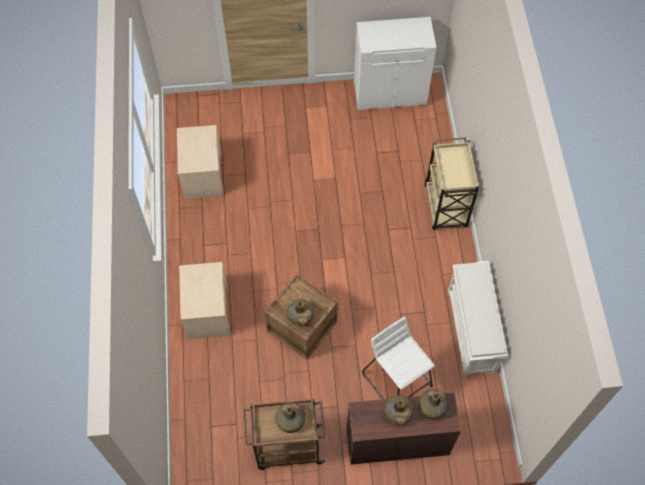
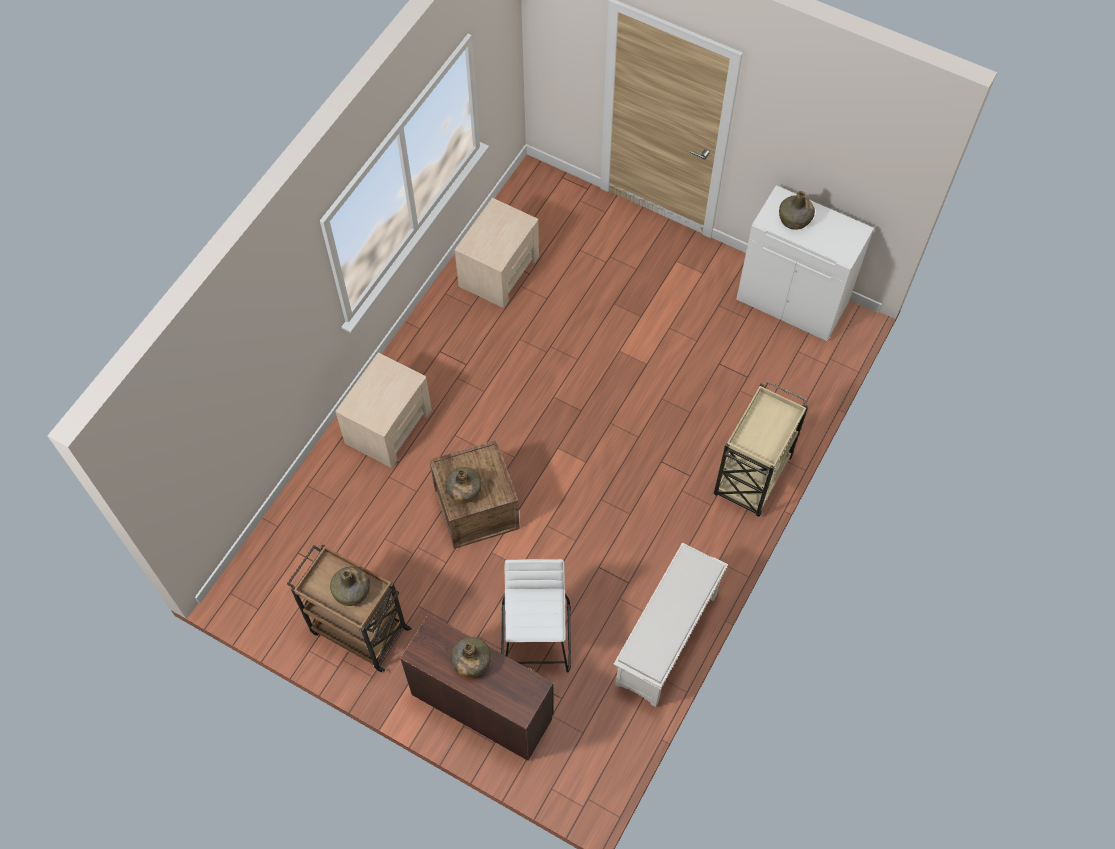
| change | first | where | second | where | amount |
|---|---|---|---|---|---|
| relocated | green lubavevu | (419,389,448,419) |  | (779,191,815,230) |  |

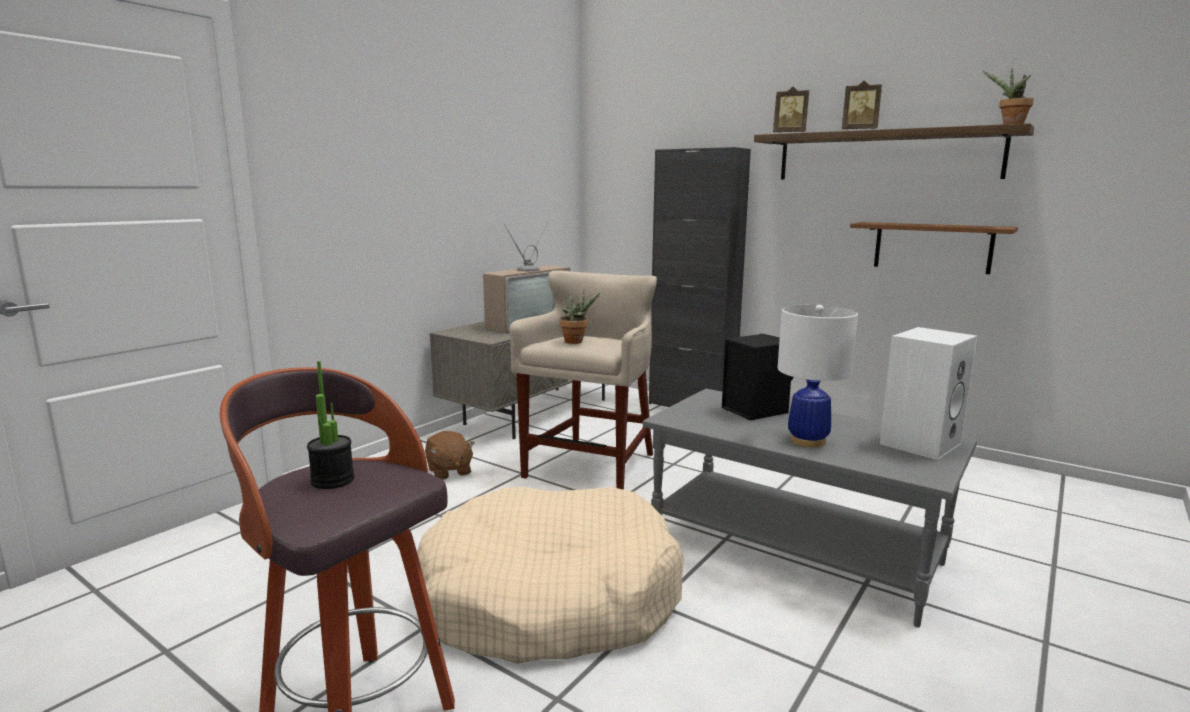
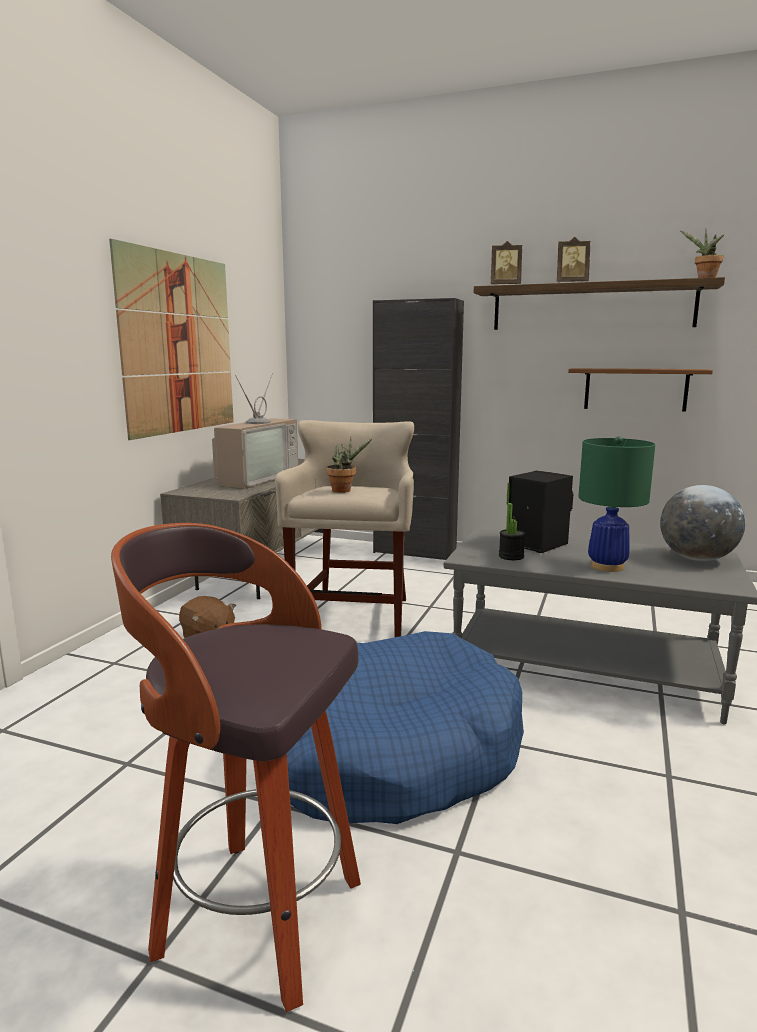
| change | first | where | second | where | amount |
|---|---|---|---|---|---|
| appeared |  |  | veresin | (109,239,234,440) |  |
| colour | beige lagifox | (417,487,684,664) | blue lagifox | (286,631,524,824) |  |
| relocated | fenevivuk | (307,361,354,489) |  | (499,483,525,560) |  |
| colour | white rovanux | (778,305,858,447) | green rovanux | (578,436,655,572) |  |
| exchanged | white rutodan | (880,327,977,460) | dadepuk | (660,485,745,561) |  |

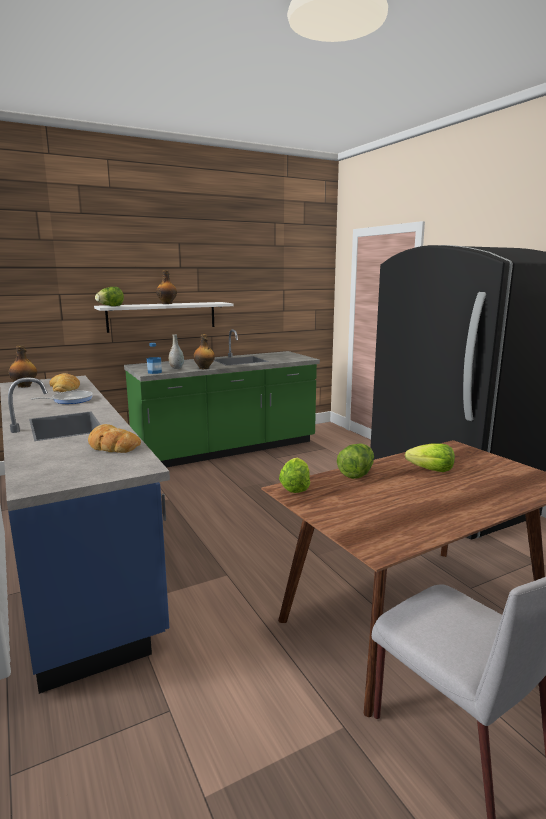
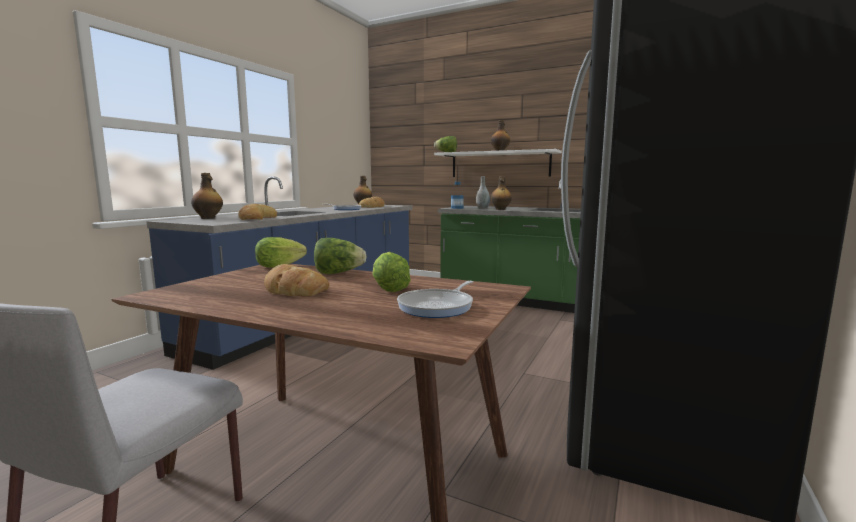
| change | first | where | second | where | amount |
|---|---|---|---|---|---|
| appeared |  |  | lubavevu | (191,173,223,219) |  |
| appeared |  |  | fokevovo | (264,264,329,297) |  |
| appeared |  |  | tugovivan | (397,281,473,318) |  |

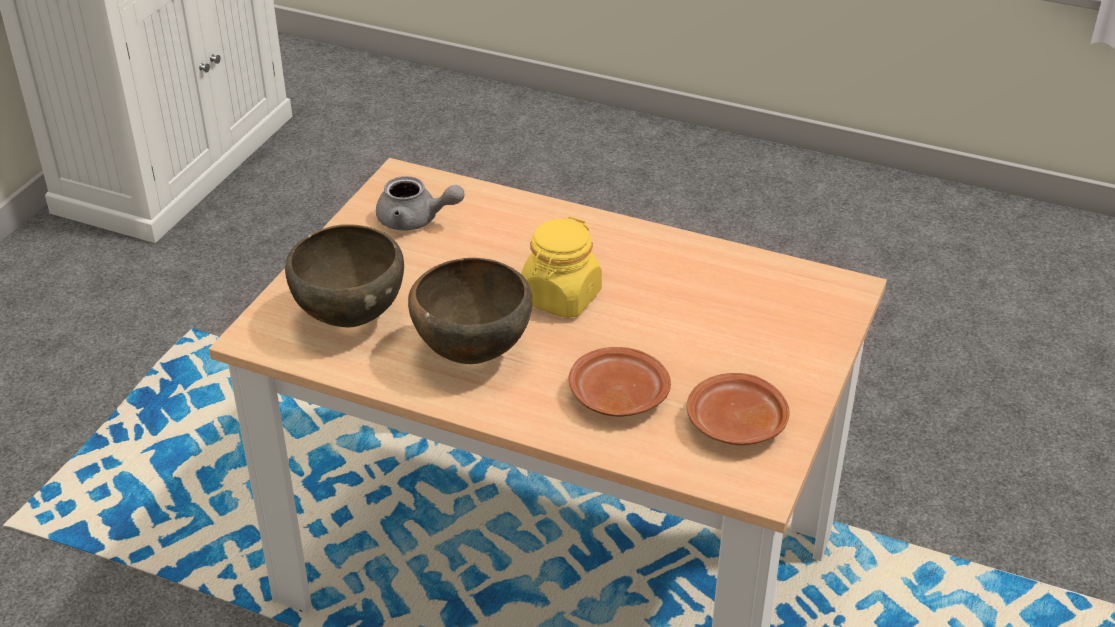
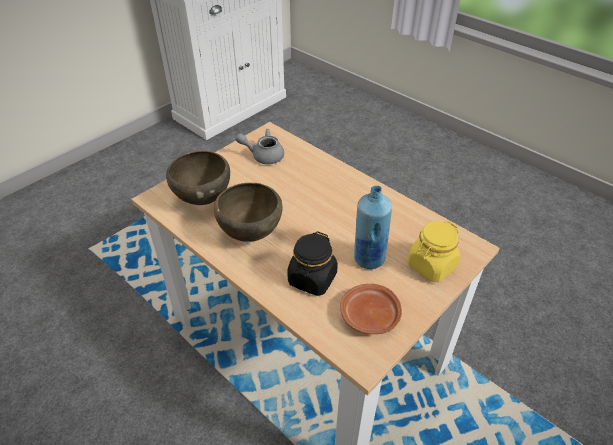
| change | first | where | second | where | amount |
|---|---|---|---|---|---|
| spun | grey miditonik | (376,176,464,230) |  | (235,129,284,164) | 150 degrees clockwise |
| exchanged | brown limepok | (568,347,671,417) | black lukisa | (287,231,338,296) |  |
| appeared |  |  | blue lubavevu | (354,186,392,269) |  |
| relocated | yellow lukisa | (521,216,602,318) |  | (408,221,460,282) |  |

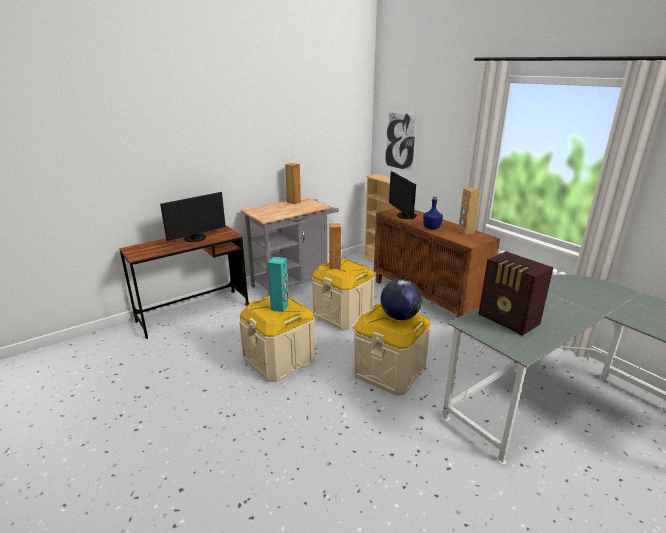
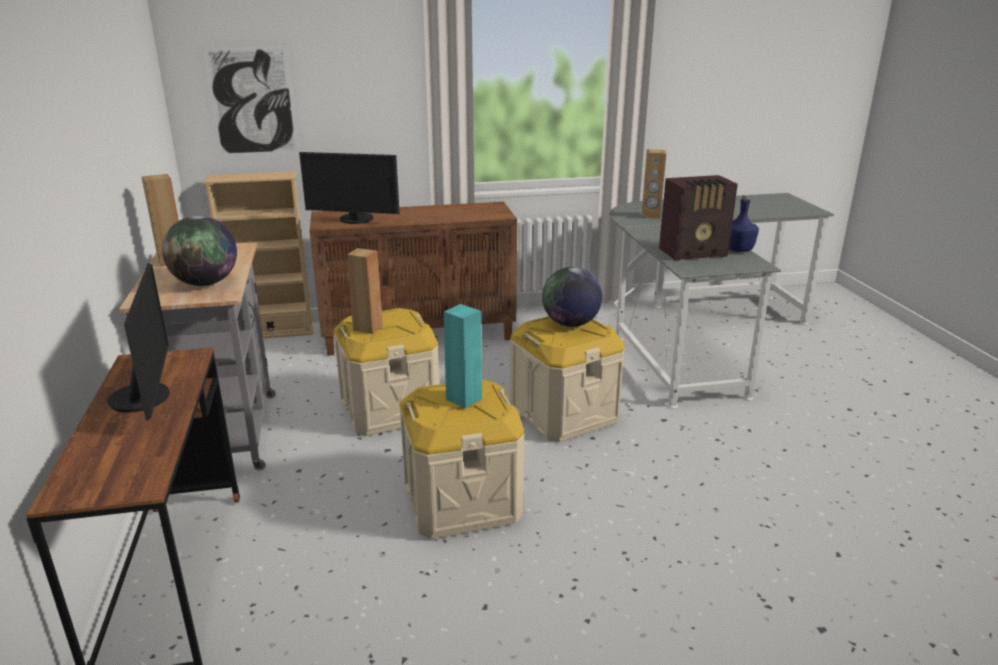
| change | first | where | second | where | amount |
|---|---|---|---|---|---|
| appeared |  |  | dadepuk | (162,216,237,286) |  |
| relocated | brown rutodan | (458,187,480,235) |  | (642,149,666,219) |  |
| relocated | blue lubavevu | (423,197,443,230) |  | (729,195,759,252) |  |

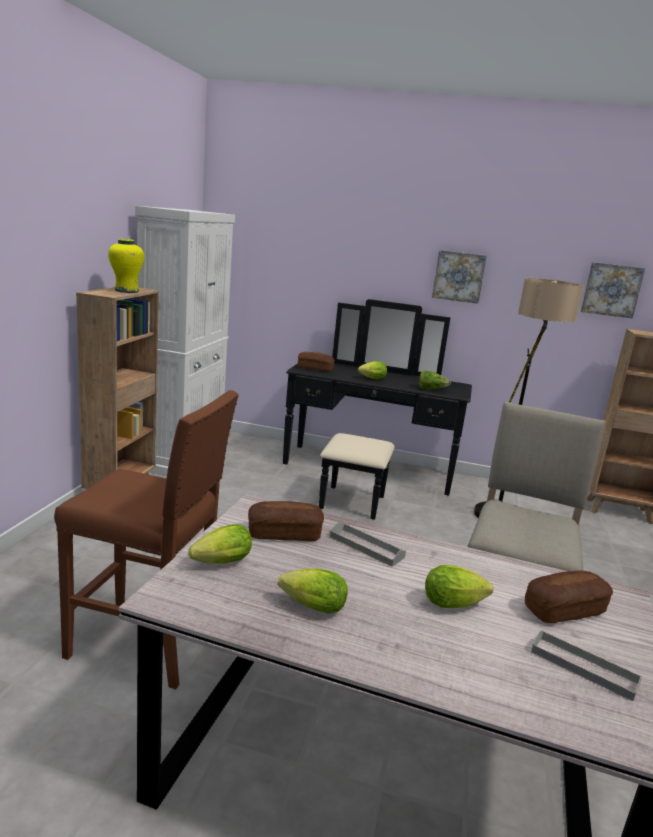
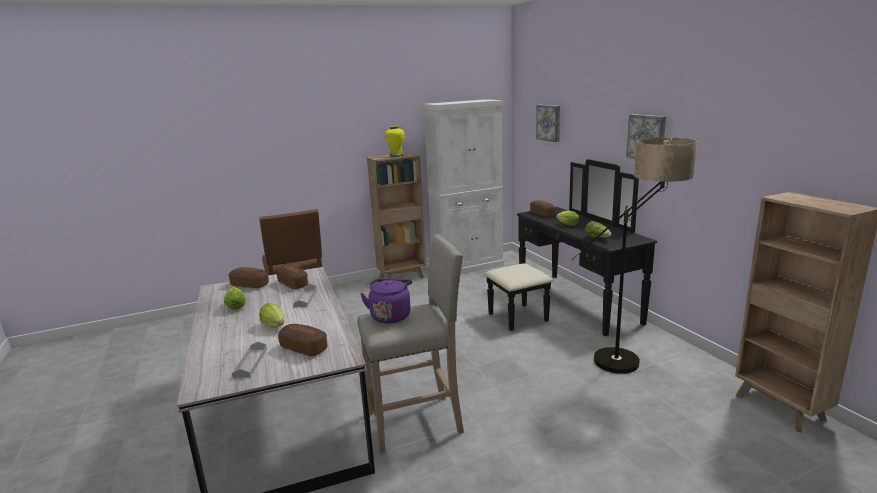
| change | first | where | second | where | amount |
|---|---|---|---|---|---|
| exchanged | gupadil | (188,524,252,564) | fokevovo | (228,268,269,288) |  |
| appeared |  |  | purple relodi | (360,279,412,324) |  |
| relocated | veresin | (581,262,645,318) |  | (536,105,560,142) |  |

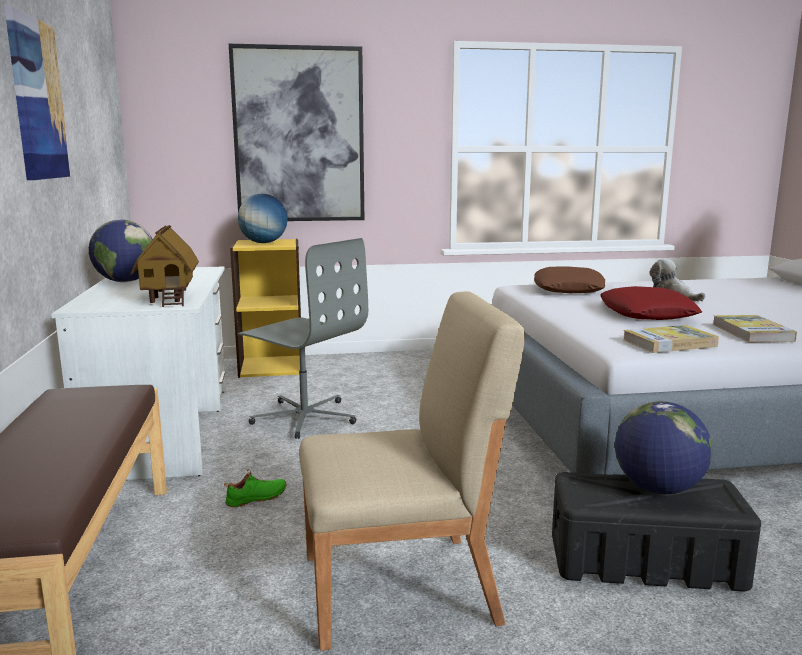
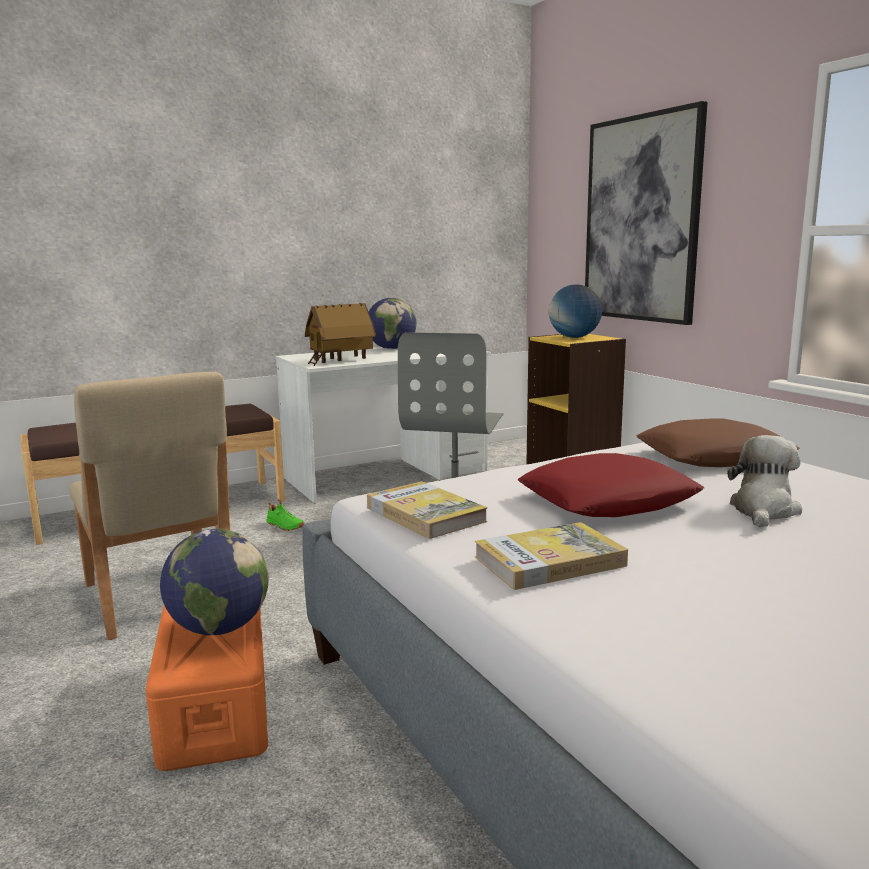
| change | first | where | second | where | amount |
|---|---|---|---|---|---|
| colour | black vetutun | (552,472,761,591) | orange vetutun | (146,605,268,771) |  |
| missing | veresin | (4,5,71,180) |  |  |  |

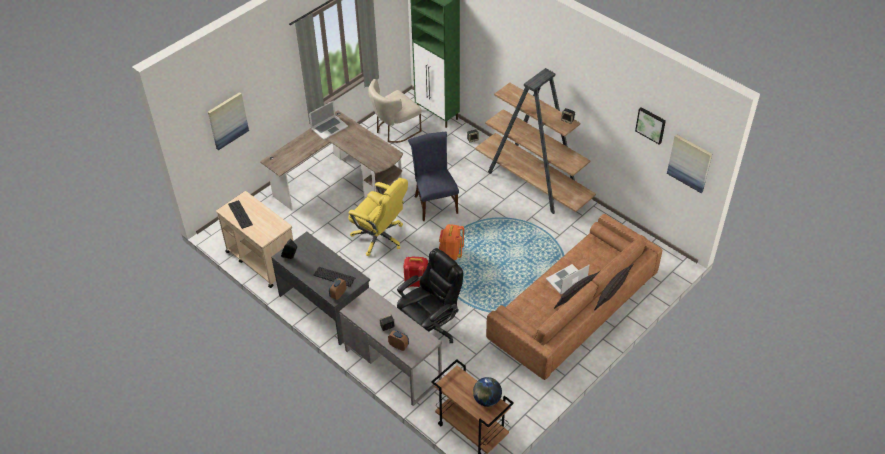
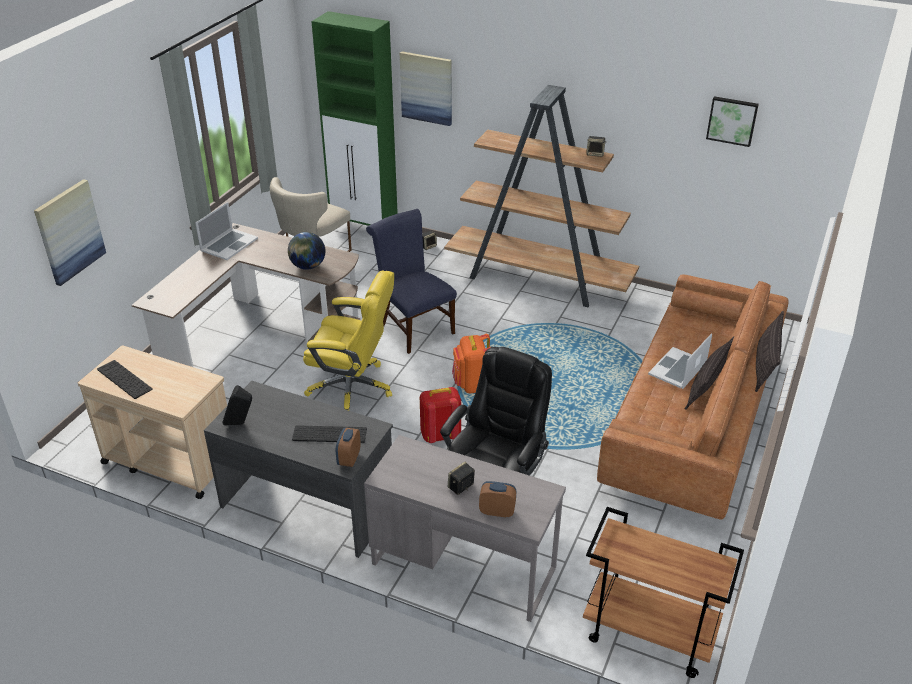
| change | first | where | second | where | amount |
|---|---|---|---|---|---|
| relocated | dadepuk | (473,377,502,407) |  | (288,232,325,270) |  |
| relocated | veresin | (667,134,712,193) |  | (400,51,452,126) |  |

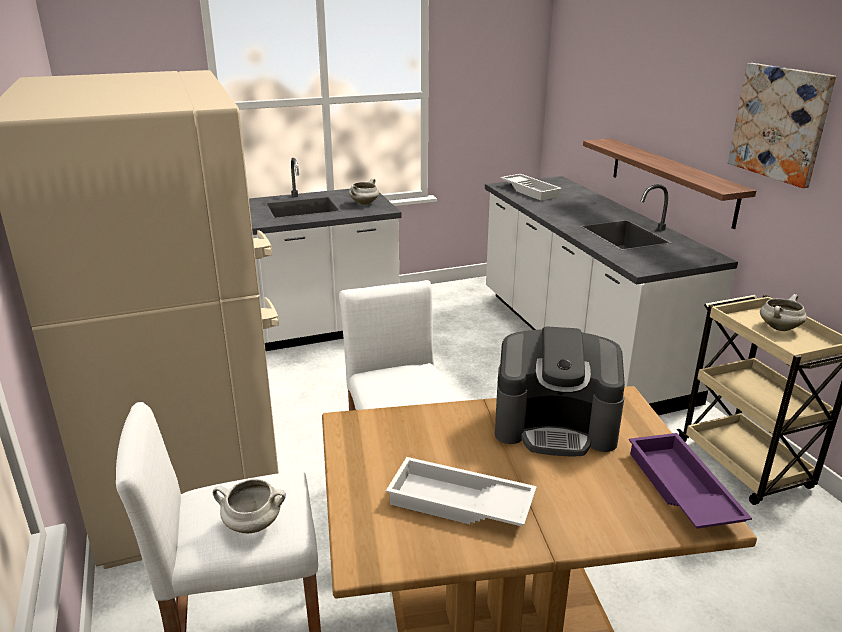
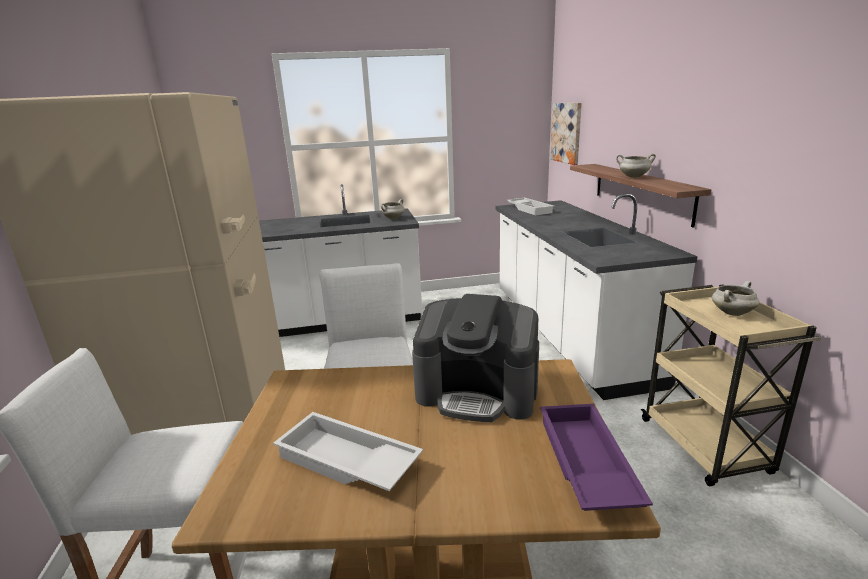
| change | first | where | second | where | amount |
|---|---|---|---|---|---|
| relocated | veresin | (728,63,836,188) |  | (550,103,582,165) |  |
| relocated | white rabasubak | (213,479,286,533) |  | (616,153,656,178) |  |

